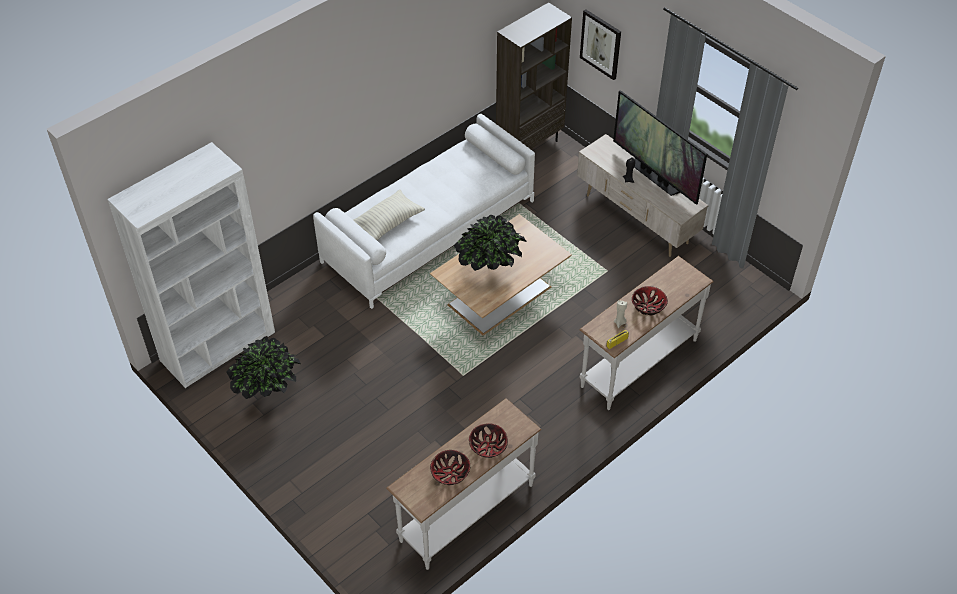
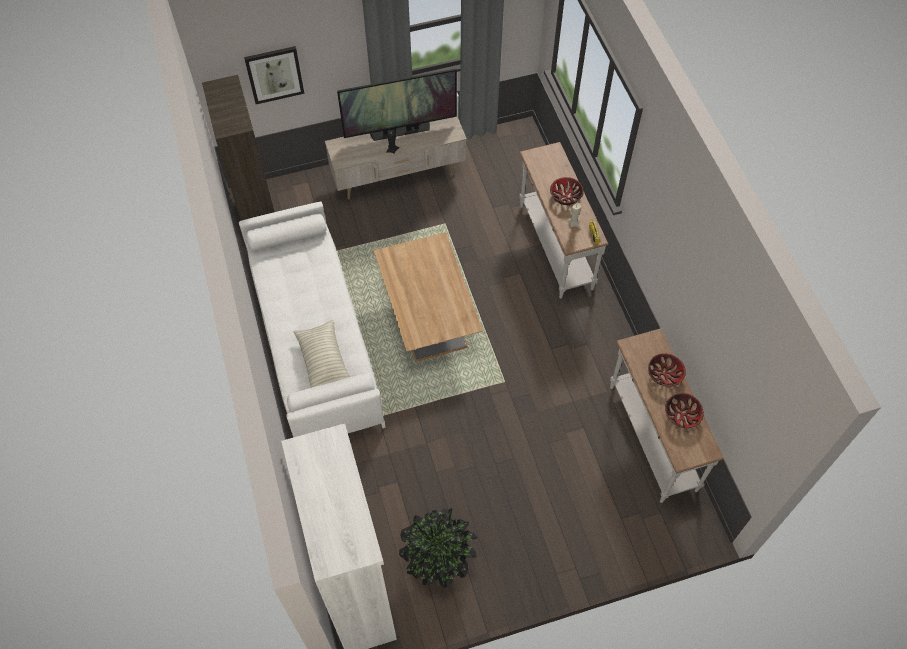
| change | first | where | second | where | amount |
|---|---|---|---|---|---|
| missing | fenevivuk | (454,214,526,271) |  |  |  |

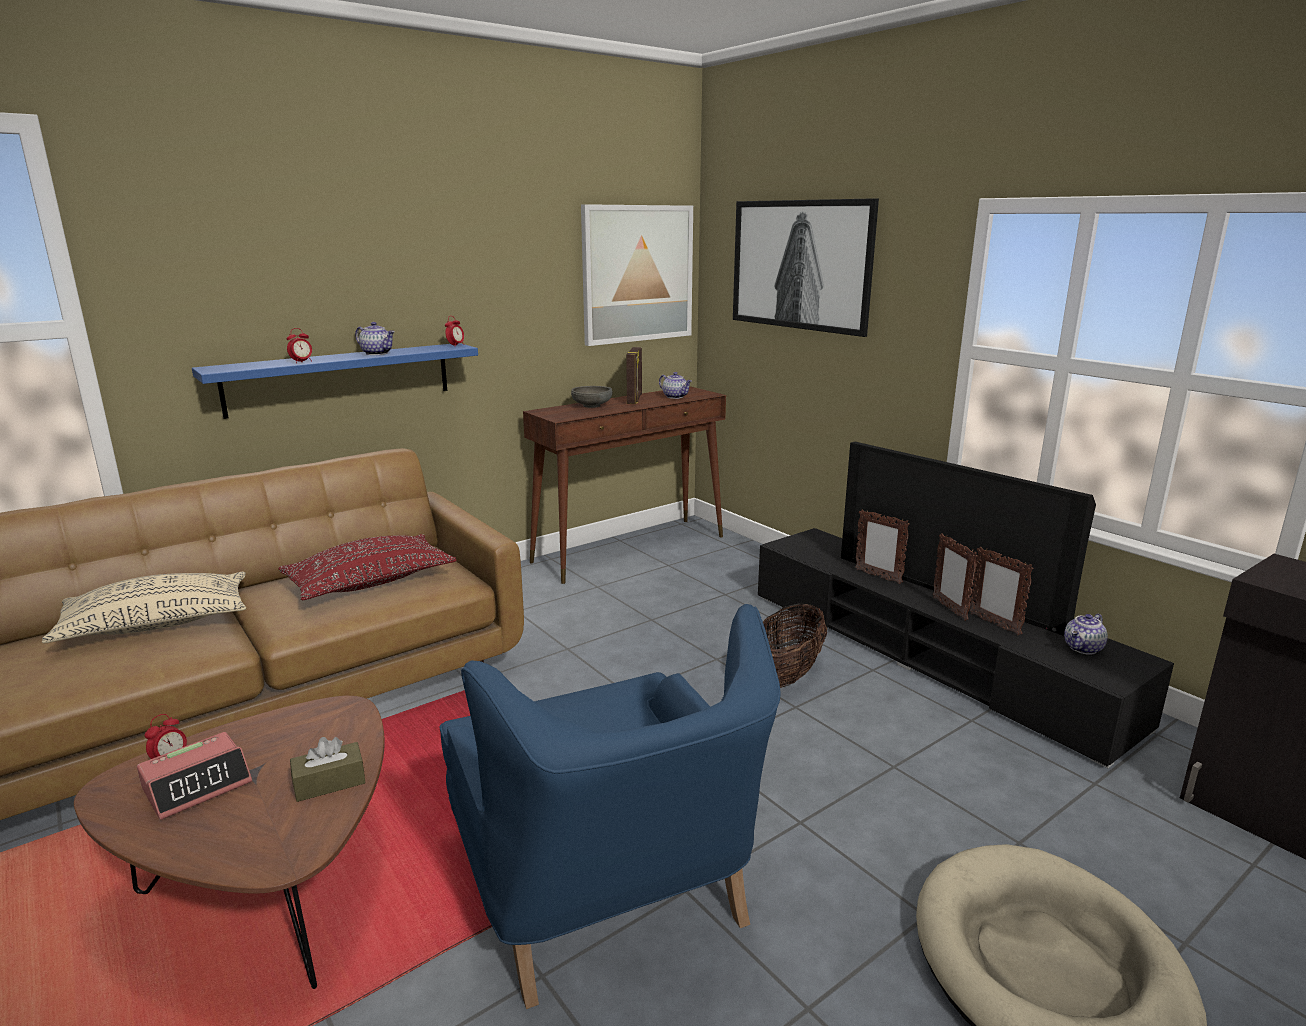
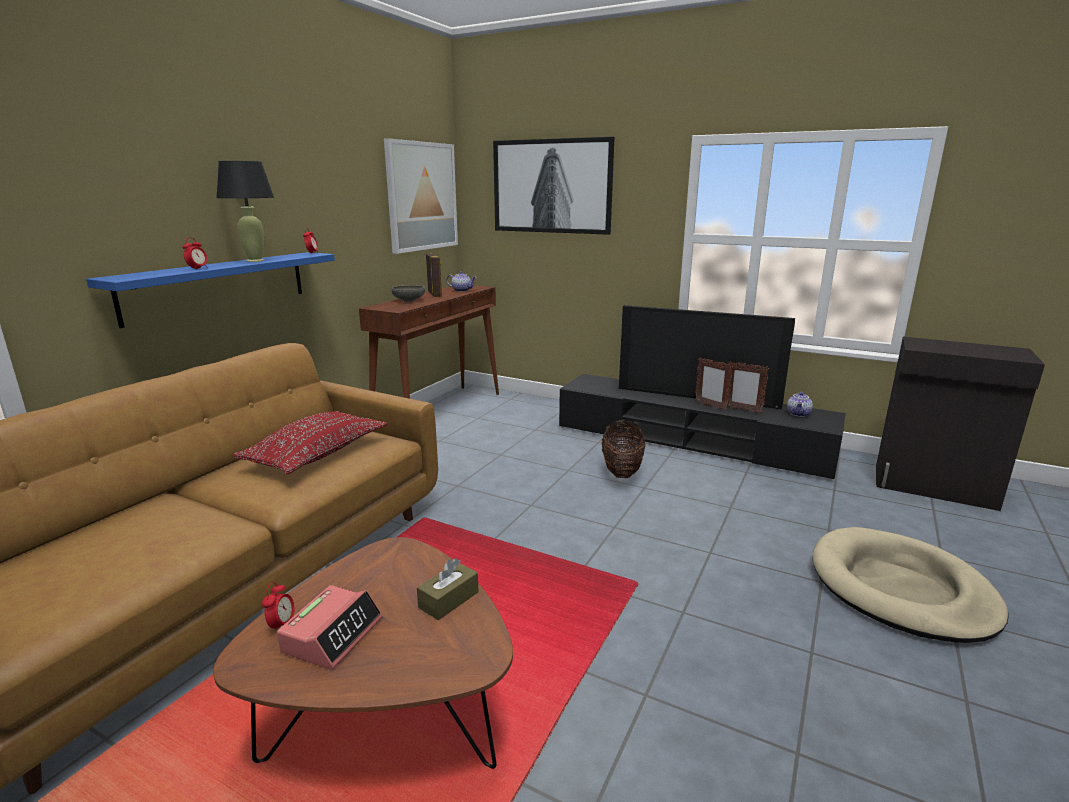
| change | first | where | second | where | amount |
|---|---|---|---|---|---|
| exchanged | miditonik | (355,322,395,355) | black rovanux | (216,161,274,262) |  |
| missing | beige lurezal | (42,572,246,643) |  |  |  |
| missing | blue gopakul | (439,604,781,1009) |  |  |  |
| missing | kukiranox | (855,509,910,584) |  |  |  |

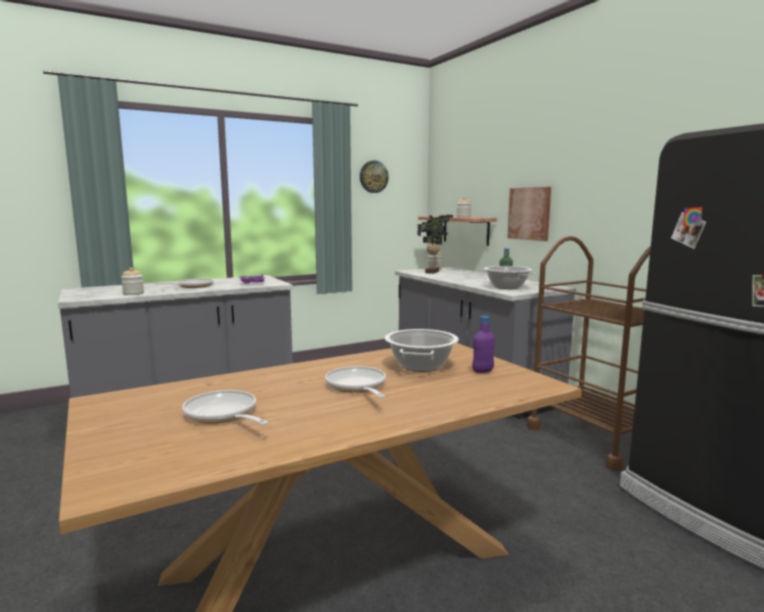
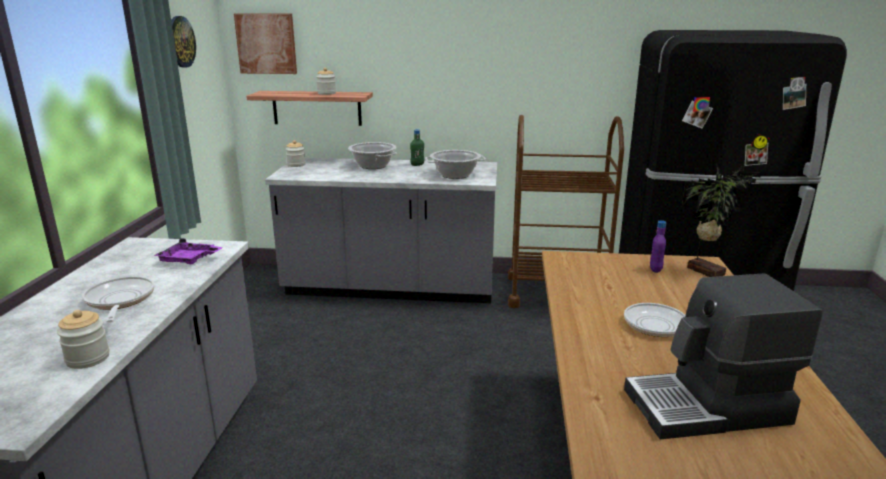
| change | first | where | second | where | amount |
|---|---|---|---|---|---|
| relocated | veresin | (507,187,551,241) |  | (234,13,297,74) |  |
| relocated | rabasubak | (385,329,459,372) |  | (348,142,397,169) |  |
| exchanged | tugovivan | (182,390,269,426) | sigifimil | (624,273,823,439) |  |
| relocated | fenevivuk | (418,215,453,274) |  | (682,163,761,277) |  |

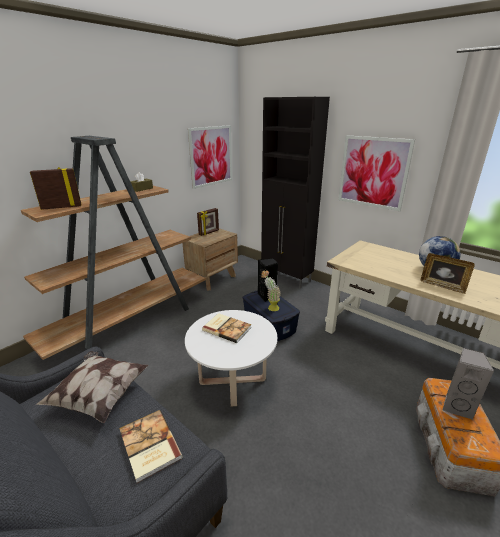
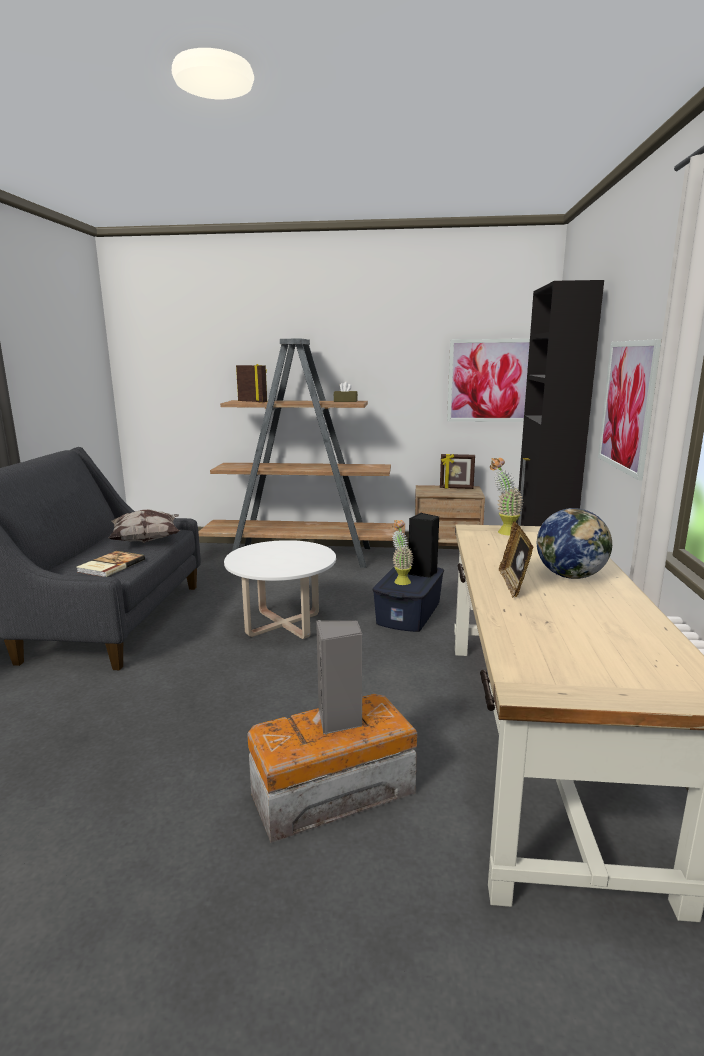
| change | first | where | second | where | amount |
|---|---|---|---|---|---|
| appeared |  |  | fenevivuk | (490,457,523,535) |  |
| missing | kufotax | (202,313,251,343) |  |  |  |

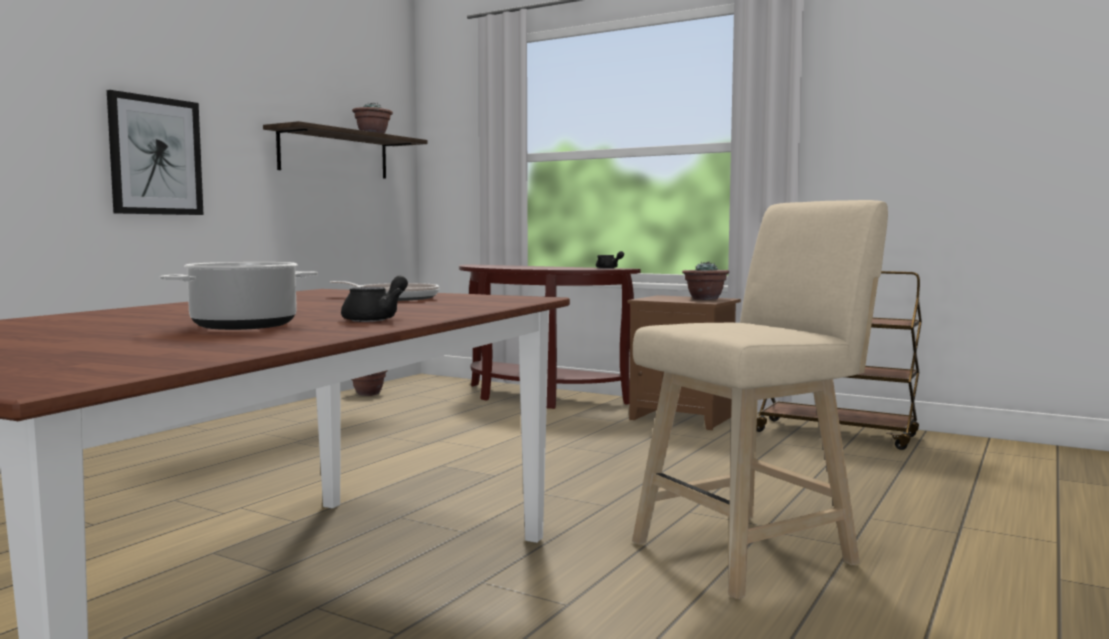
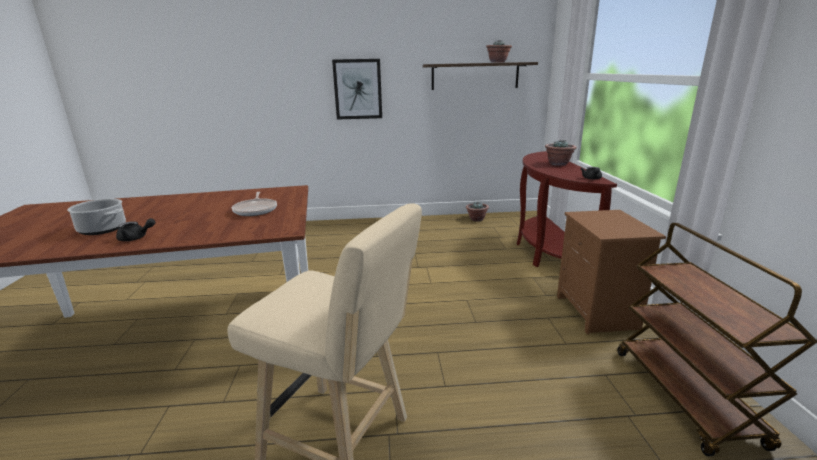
| change | first | where | second | where | amount |
|---|---|---|---|---|---|
| relocated | fenevivuk | (682,261,729,300) |  | (545,139,576,166) |  |

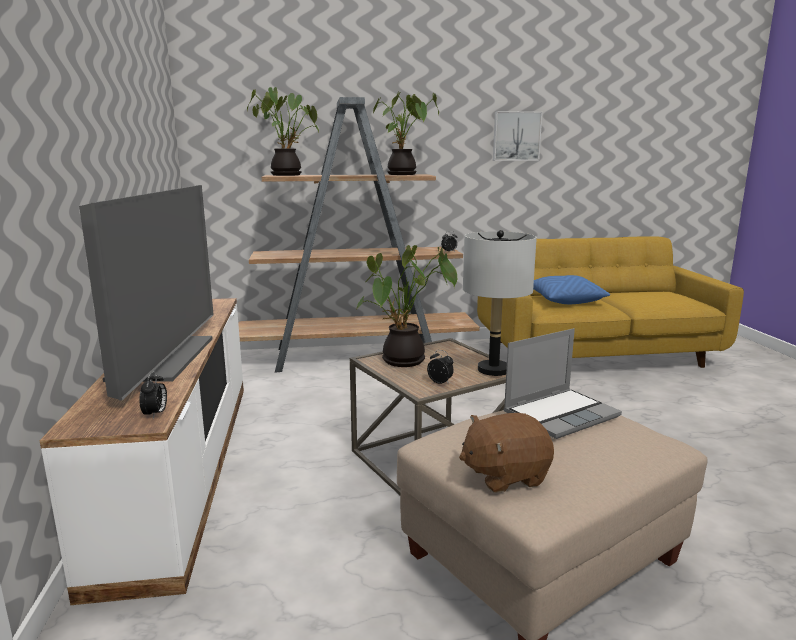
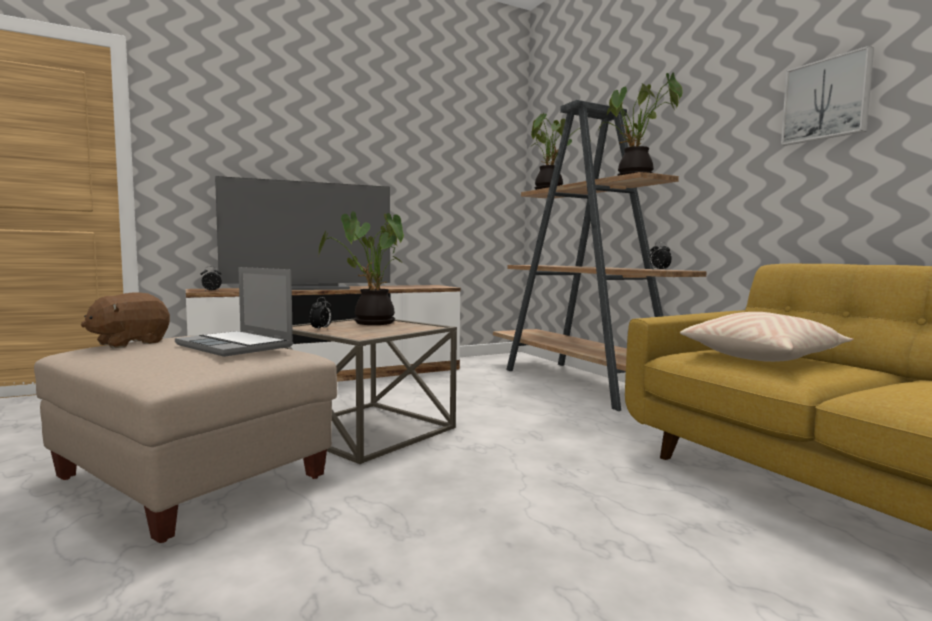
| change | first | where | second | where | amount |
|---|---|---|---|---|---|
| spun | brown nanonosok | (459,413,554,493) |  | (81,293,170,348) | 105 degrees counterclockwise |
| colour | blue lurezal | (533,275,610,304) | beige lurezal | (680,312,853,362) |  |
| missing | grey rovanux | (463,230,537,376) |  |  |  |

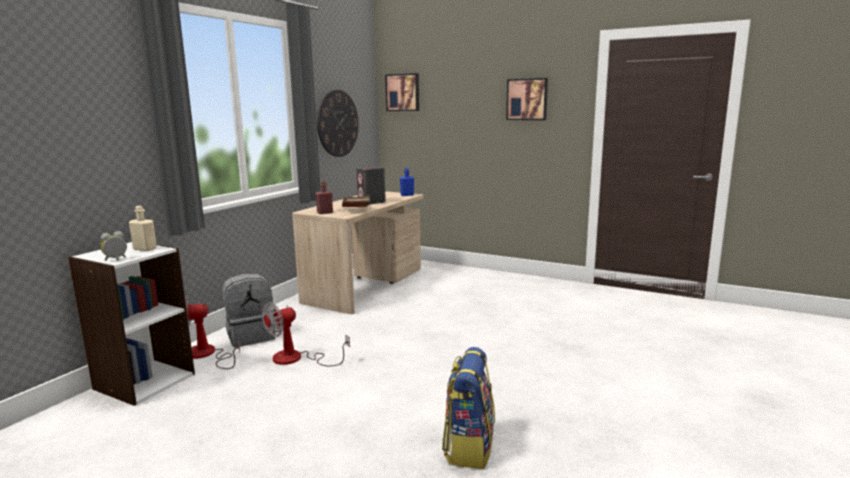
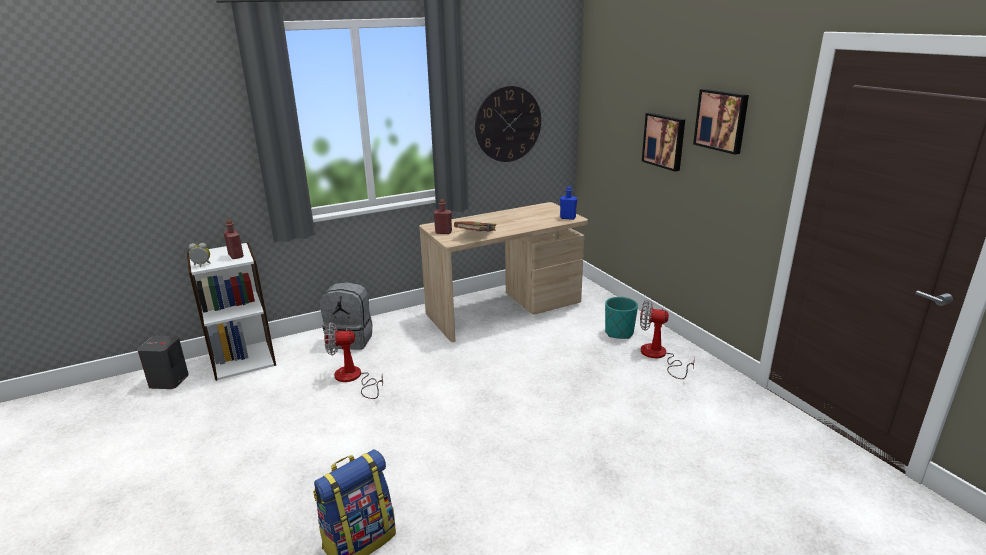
| change | first | where | second | where | amount |
|---|---|---|---|---|---|
| relocated | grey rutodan | (356,166,386,204) |  | (137,336,189,389) |  |
| colour | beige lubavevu | (129,206,157,251) | red lubavevu | (224,220,244,259) |  |
| appeared |  |  | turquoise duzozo | (605,297,638,339) |  |
| relocated | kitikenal | (185,298,240,369) |  | (640,299,695,379) |  |
| relocated | veresin | (385,73,419,111) |  | (642,113,685,171) |  |

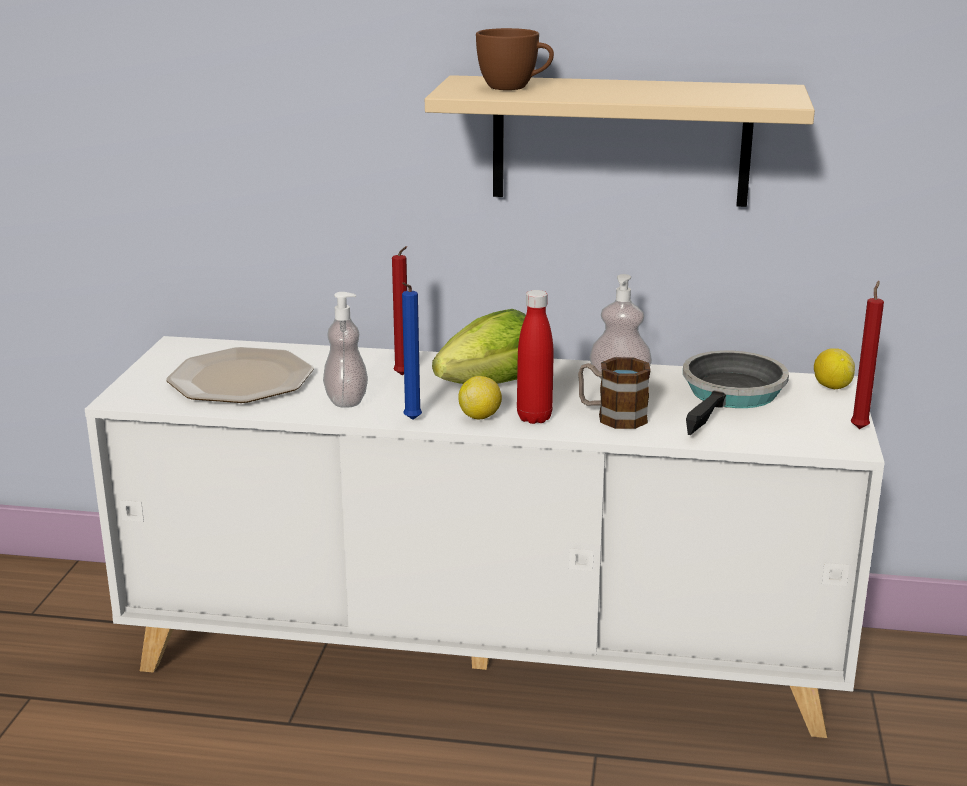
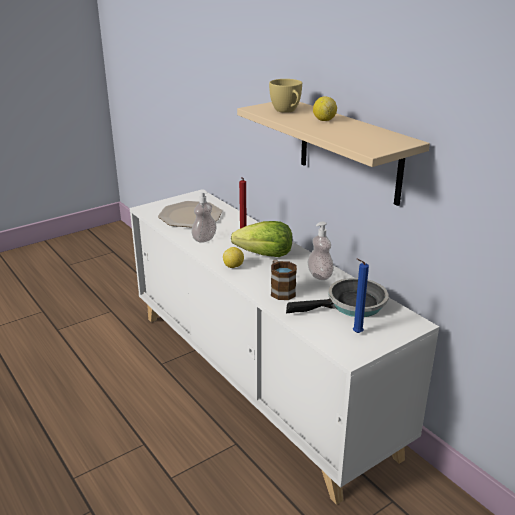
| change | first | where | second | where | amount |
|---|---|---|---|---|---|
| colour | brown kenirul | (476,28,554,90) | yellow kenirul | (269,79,302,113) |  |
| relocated | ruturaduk | (814,348,855,389) |  | (313,96,337,121) |  |
| relocated | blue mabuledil | (402,282,422,420) |  | (353,259,369,333) |  |
| missing | red lubavevu | (517,290,554,424) |  |  |  |
| missing | red mabuledil | (851,281,884,429) |  |  |  |

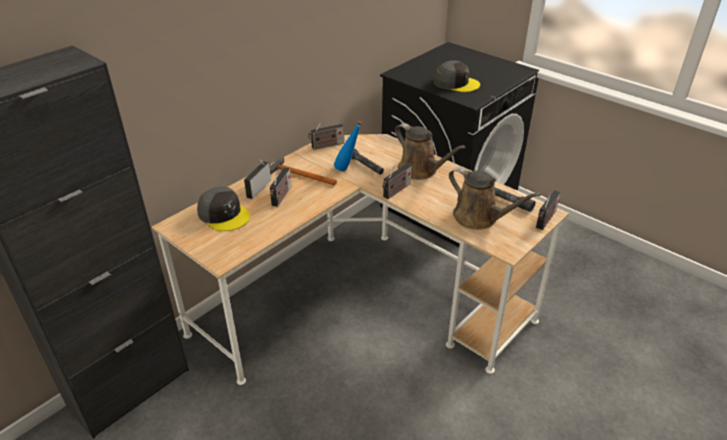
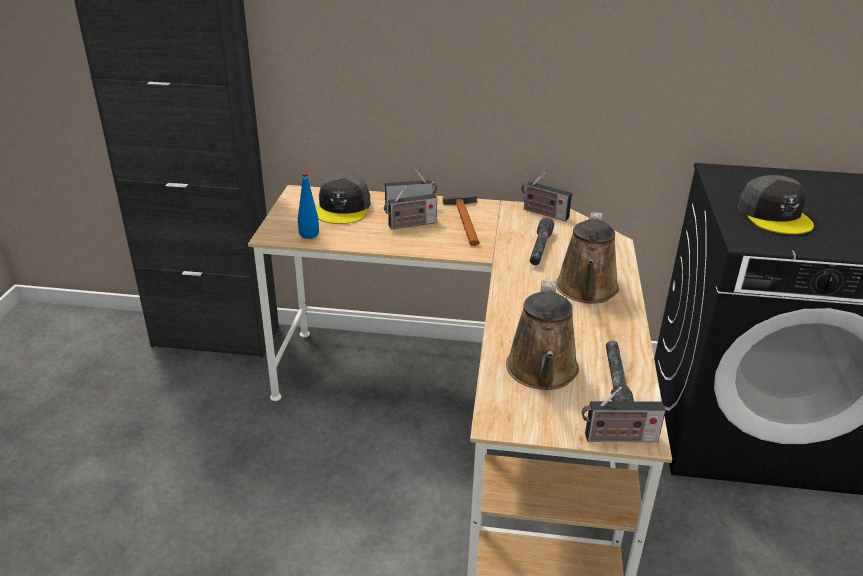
| change | first | where | second | where | amount |
|---|---|---|---|---|---|
| relocated | blue lubavevu | (334,121,362,171) |  | (298,170,319,239) |  |
| missing | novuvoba | (382,164,412,199) |  |  |  |

